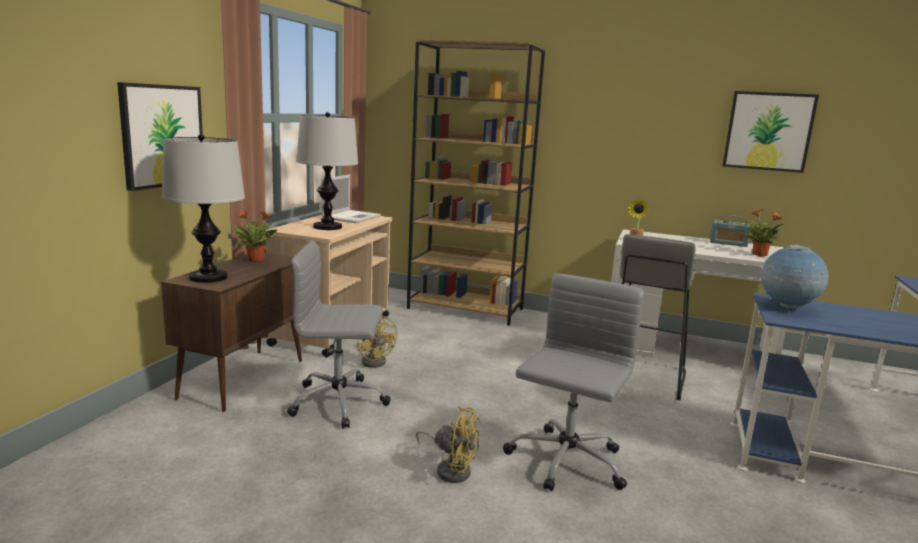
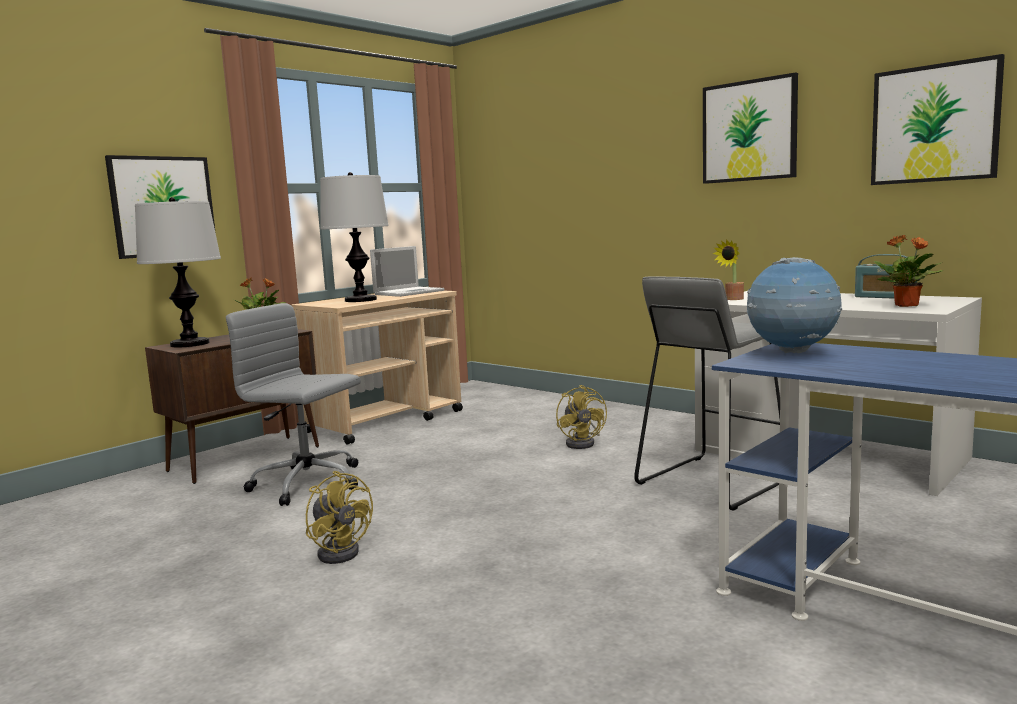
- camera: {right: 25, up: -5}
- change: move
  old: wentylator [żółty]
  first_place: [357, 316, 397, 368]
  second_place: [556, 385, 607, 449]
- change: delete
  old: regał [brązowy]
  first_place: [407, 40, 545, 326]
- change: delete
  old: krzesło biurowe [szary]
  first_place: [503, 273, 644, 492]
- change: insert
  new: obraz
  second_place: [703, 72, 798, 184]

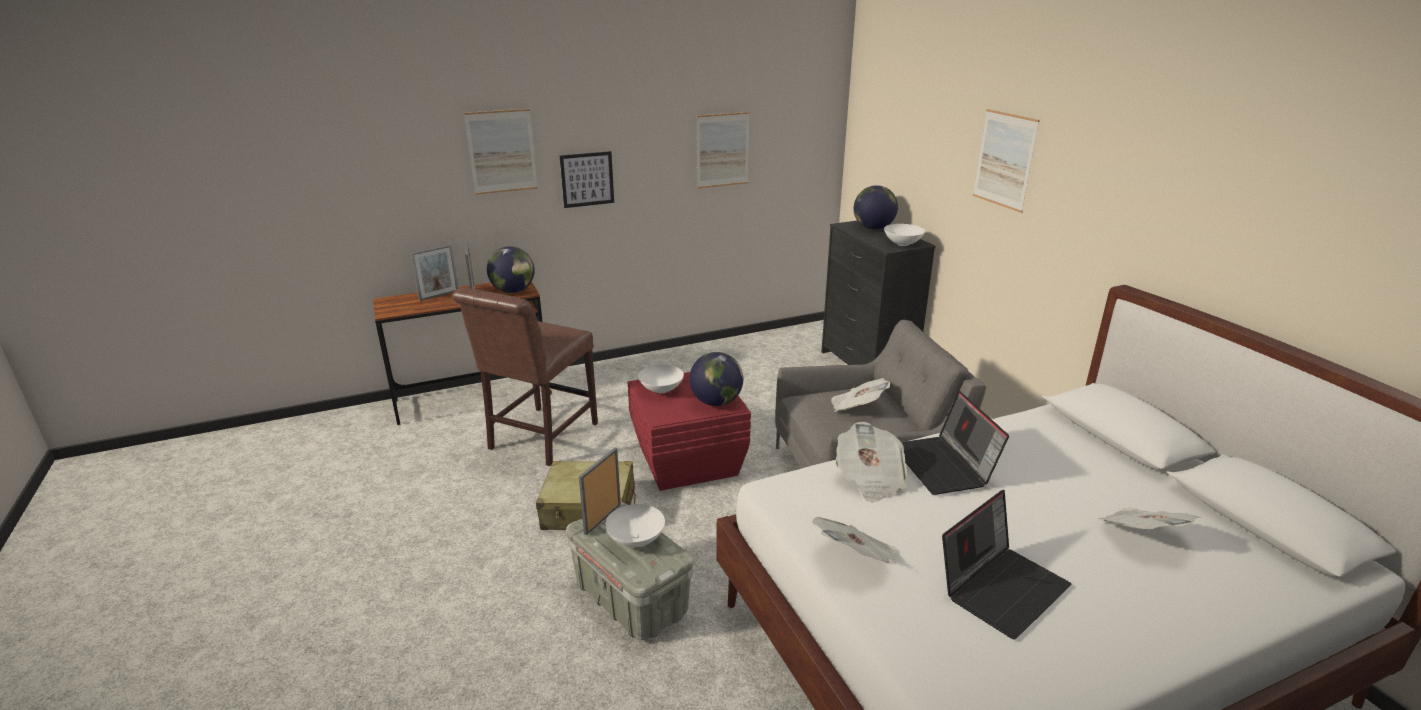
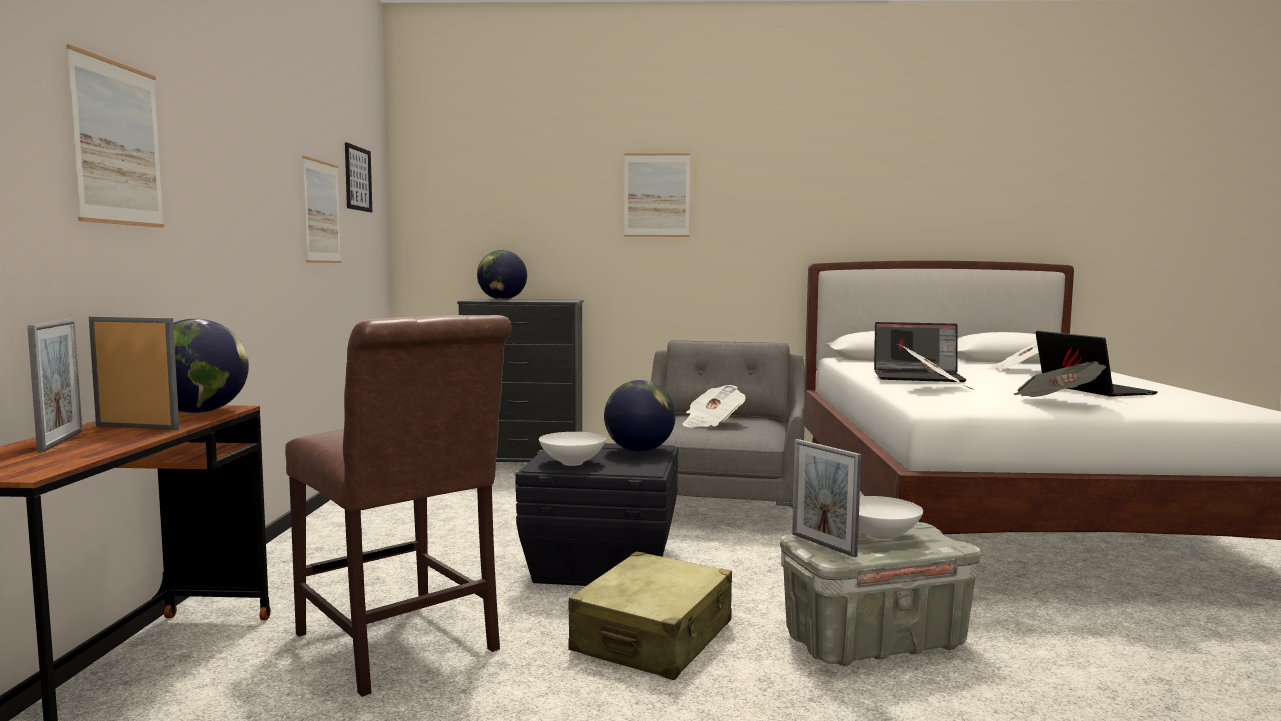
- camera: {right: -65, up: -20}
- change: move
  old: obraz
  first_place: [560, 151, 614, 208]
  second_place: [345, 142, 372, 212]
- change: recolor
  old: pojemnik do przechowywania [czerwony]
  new: pojemnik do przechowywania [czarny]
  first_place: [628, 372, 751, 491]
  second_place: [514, 443, 678, 586]
- change: delete
  old: miska [biały]
  first_place: [884, 224, 925, 246]

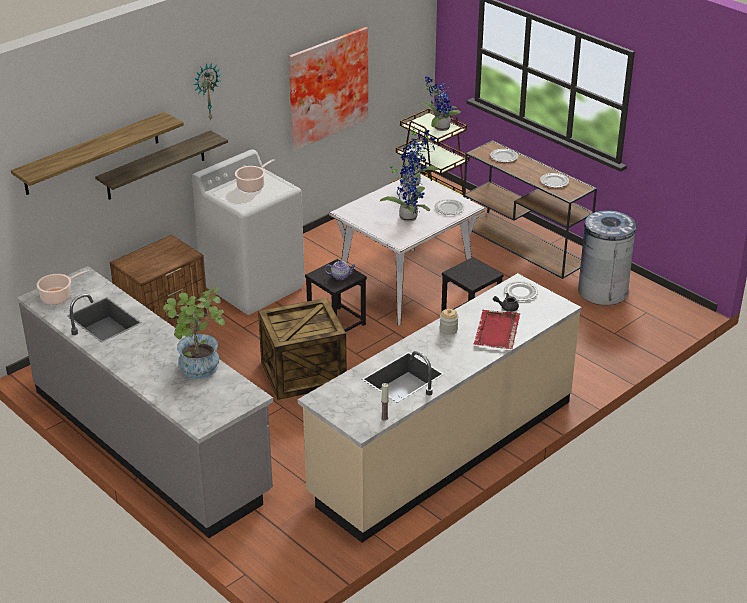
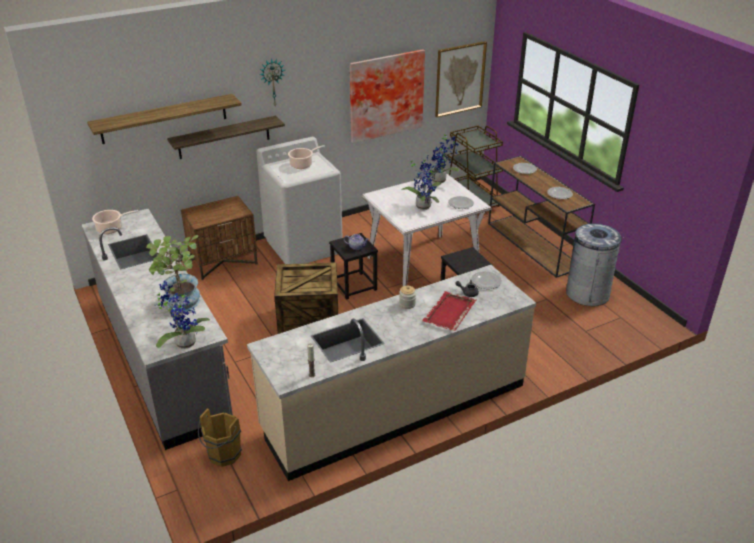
- camera: {right: 15, up: 0}
- change: move
  old: roślina doniczkowa
  first_place: [422, 76, 461, 131]
  second_place: [154, 280, 210, 349]
- change: insert
  new: wiadro [brązowy]
  second_place: [198, 408, 242, 467]
- change: insert
  new: obraz
  second_place: [435, 41, 487, 117]

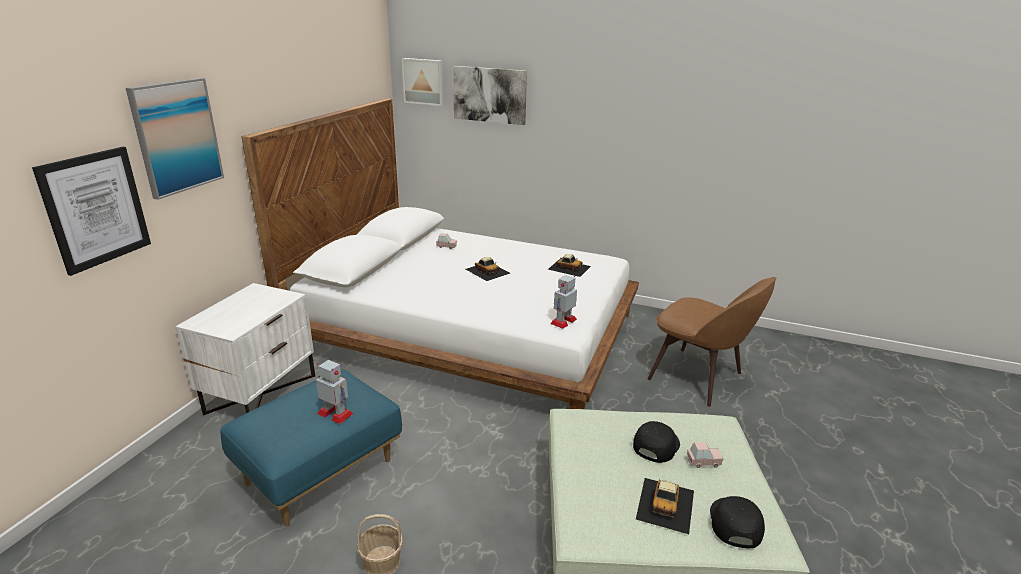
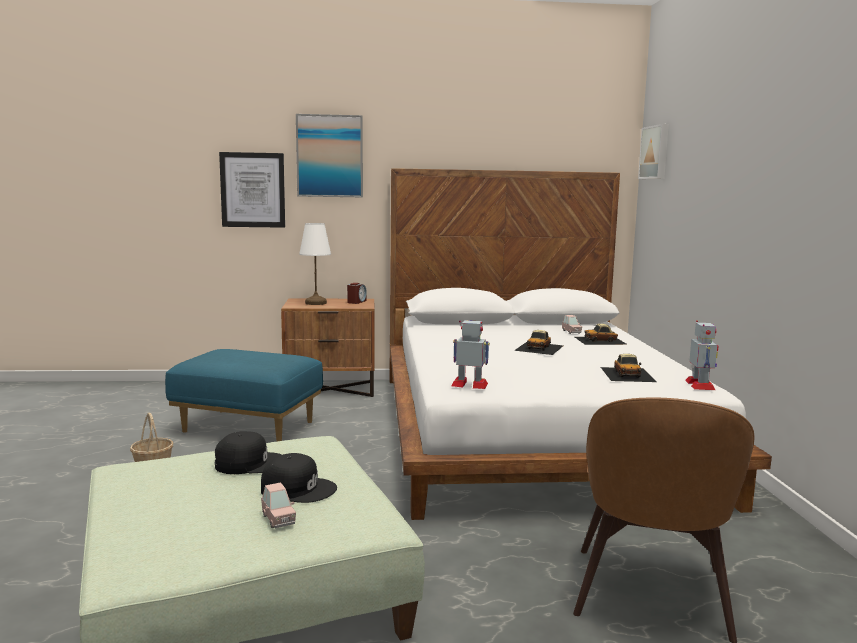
- camera: {right: 65, up: -15}
- change: recolor
  old: szafka nocna [biały]
  new: szafka nocna [brązowy]
  first_place: [175, 283, 315, 415]
  second_place: [281, 298, 375, 397]
- change: move
  old: robot zabawkowy
  first_place: [316, 360, 353, 424]
  second_place: [685, 320, 718, 390]
- change: delete
  old: obraz
  first_place: [453, 66, 527, 125]
- change: move
  old: samochodzik
  first_place: [636, 478, 694, 534]
  second_place: [575, 324, 628, 345]
- change: move
  old: czapka z daszkiem [czarny]
  first_place: [710, 496, 765, 548]
  second_place: [215, 431, 282, 474]
- change: insert
  new: lampa stołowa [biały]
  second_place: [299, 223, 331, 305]
- change: insert
  new: budzik
  second_place: [347, 283, 367, 304]

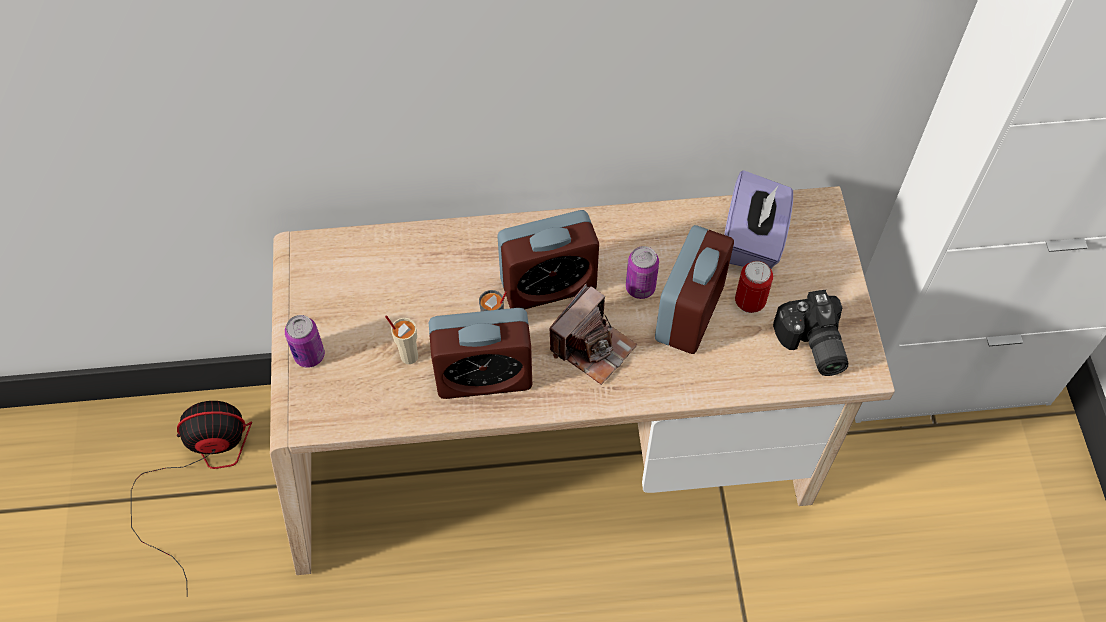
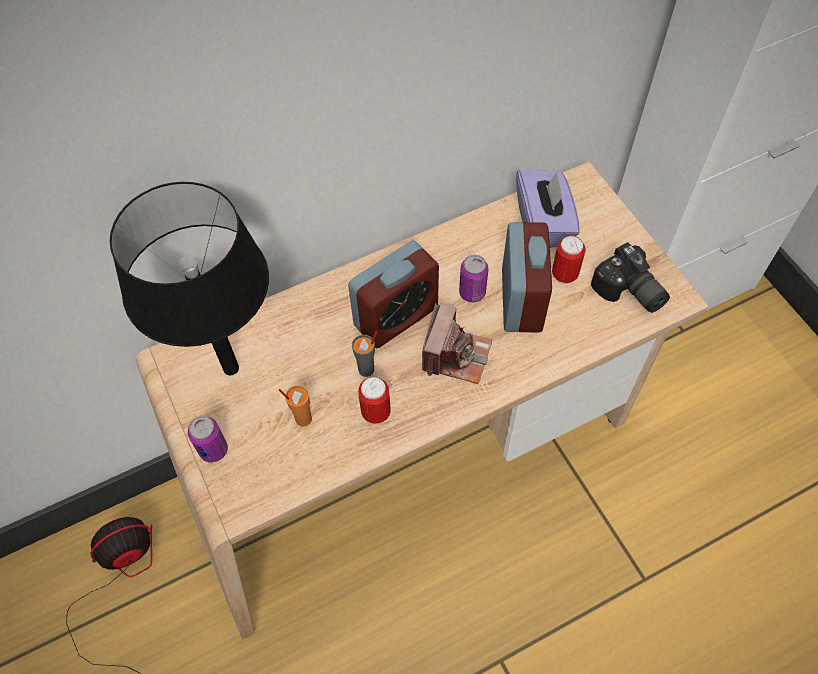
- camera: {right: -20, up: 0}
- change: recolor
  old: filiżanka [beżowy]
  new: filiżanka [pomarańczowy]
  first_place: [385, 315, 418, 364]
  second_place: [279, 385, 312, 427]
- change: replace
  old: budzik
  new: puszka
  first_place: [429, 308, 532, 399]
  second_place: [358, 377, 391, 424]
- change: insert
  new: lampa stołowa [czarny]
  second_place: [110, 182, 269, 375]

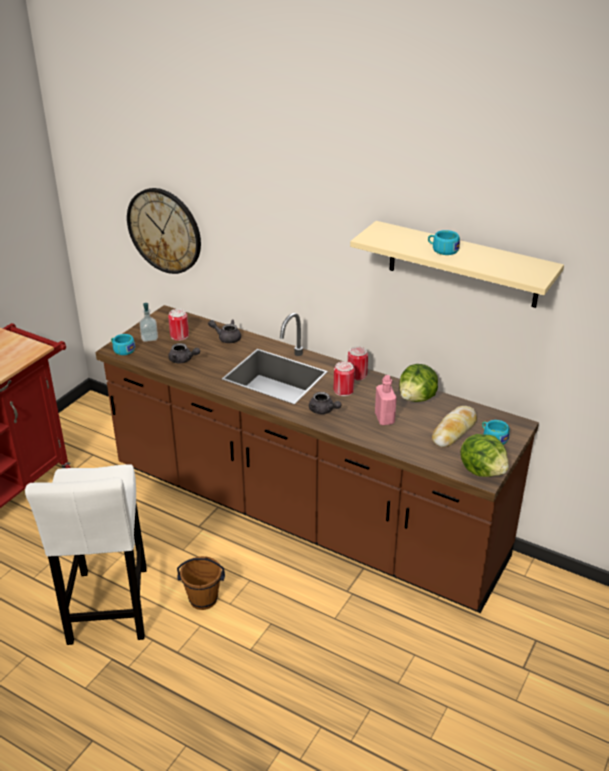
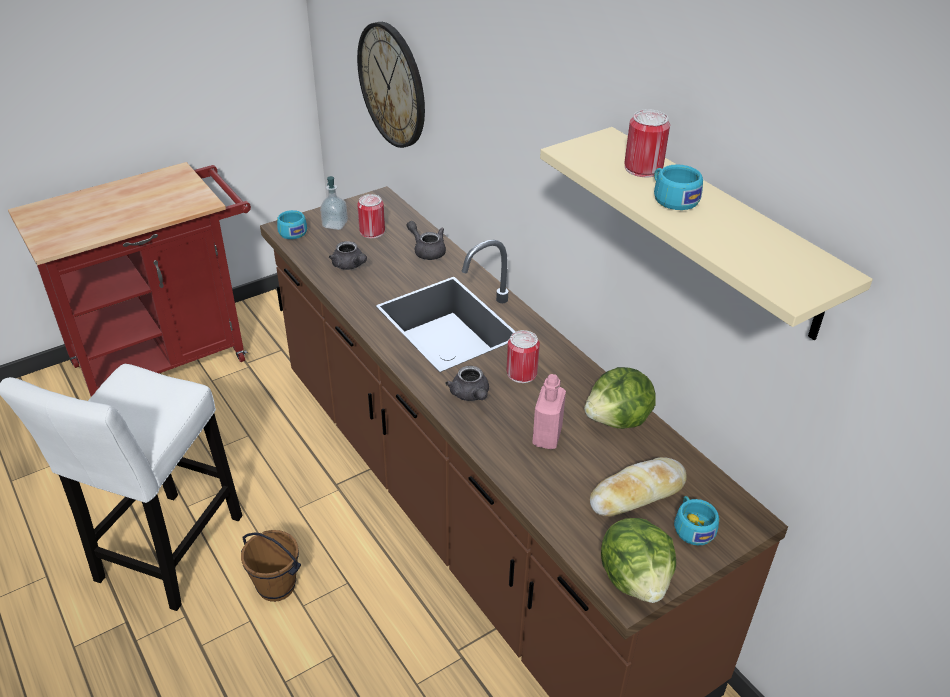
- camera: {right: 25, up: 5}
- change: move
  old: puszka
  first_place: [348, 346, 368, 380]
  second_place: [624, 109, 670, 177]

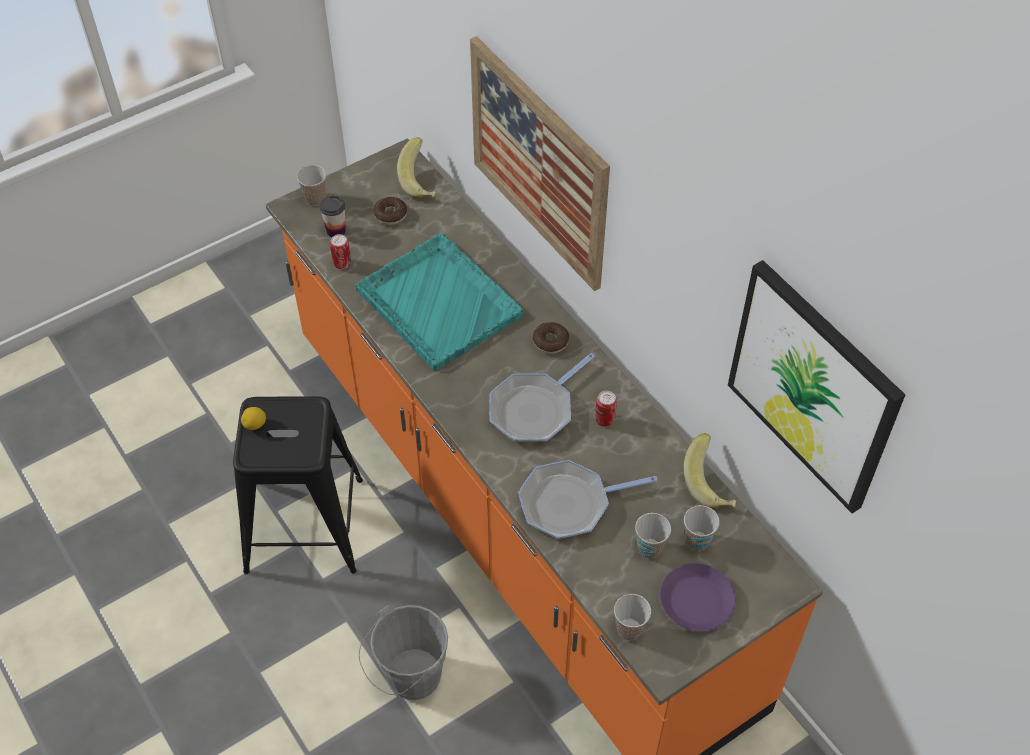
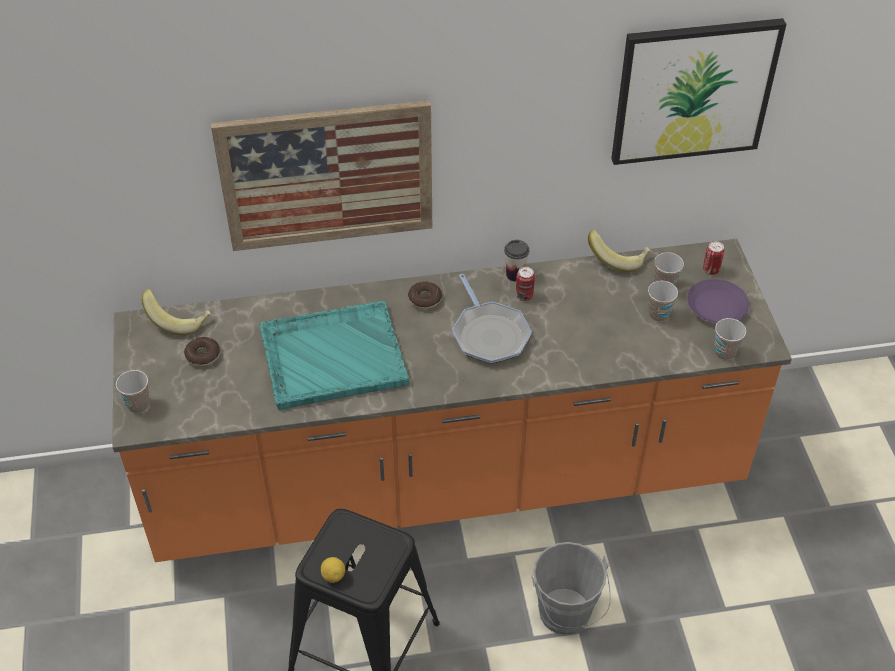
- camera: {right: -65, up: -5}
- change: move
  old: filiżanka
  first_place: [319, 195, 346, 238]
  second_place: [504, 240, 529, 282]
- change: move
  old: puszka
  first_place: [330, 234, 351, 269]
  second_place: [703, 241, 725, 275]
- change: delete
  old: patelnia
  first_place: [518, 460, 657, 539]

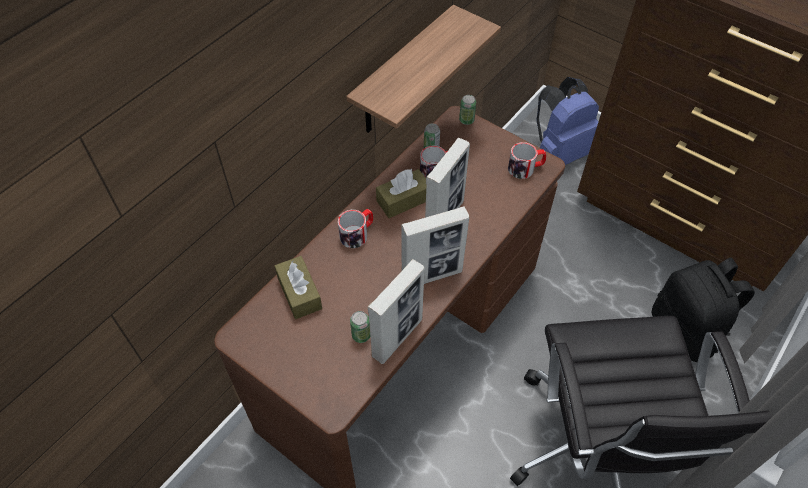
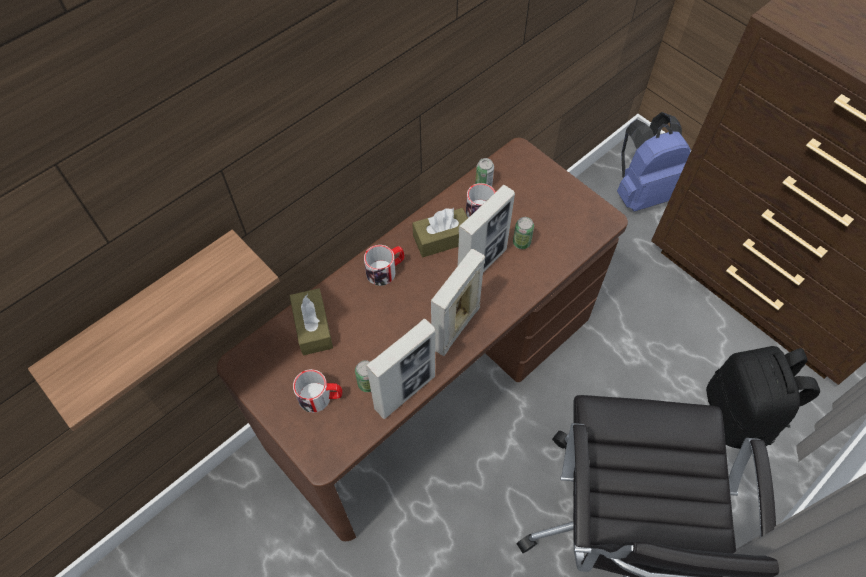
- camera: {right: 10, up: 5}
- change: move
  old: półka
  first_place: [346, 5, 501, 133]
  second_place: [28, 230, 279, 431]
- change: rotate
  old: ramka na zdjęcie
  first_place: [401, 206, 469, 284]
  second_place: [431, 249, 485, 356]
  degrees: 135
- change: move
  old: puszka
  first_place: [459, 95, 476, 125]
  second_place: [513, 217, 534, 249]
- change: move
  old: kubek
  first_place: [508, 142, 546, 179]
  second_place: [293, 369, 342, 413]

